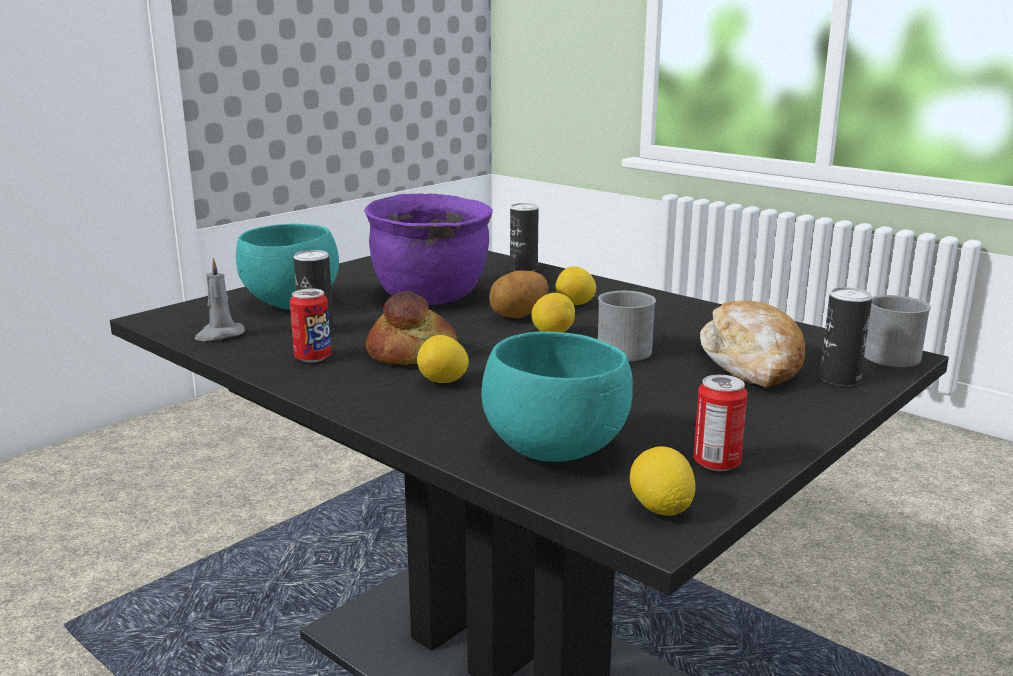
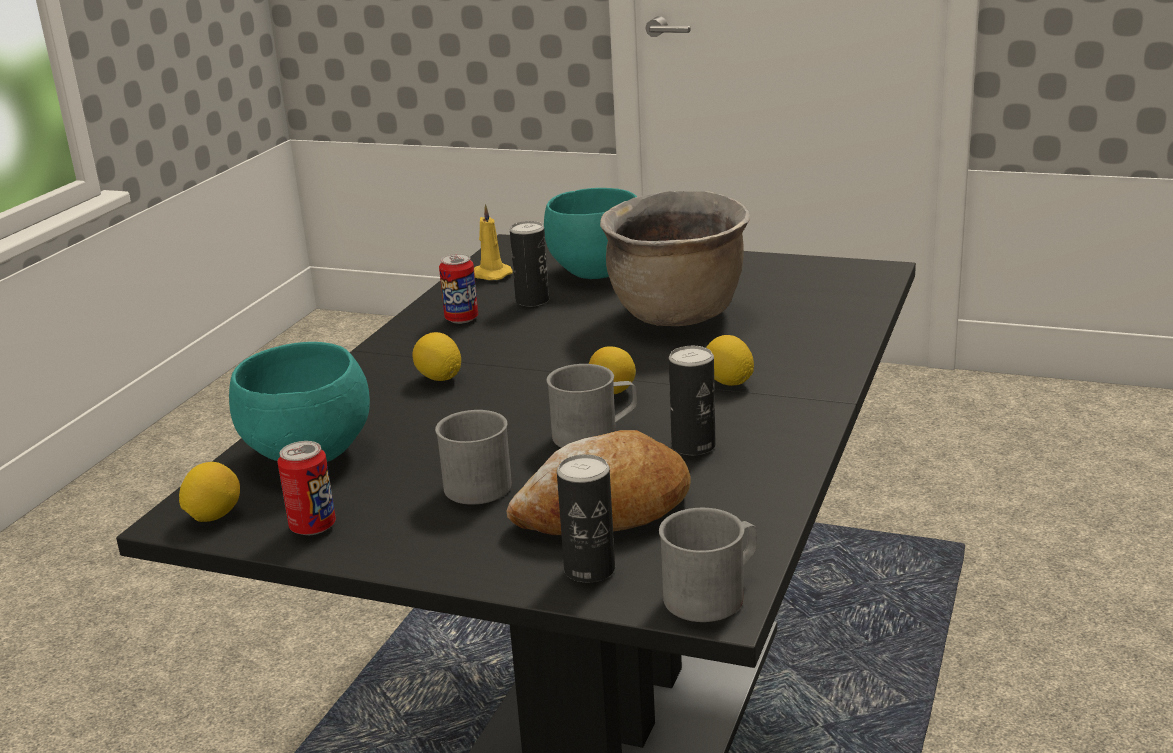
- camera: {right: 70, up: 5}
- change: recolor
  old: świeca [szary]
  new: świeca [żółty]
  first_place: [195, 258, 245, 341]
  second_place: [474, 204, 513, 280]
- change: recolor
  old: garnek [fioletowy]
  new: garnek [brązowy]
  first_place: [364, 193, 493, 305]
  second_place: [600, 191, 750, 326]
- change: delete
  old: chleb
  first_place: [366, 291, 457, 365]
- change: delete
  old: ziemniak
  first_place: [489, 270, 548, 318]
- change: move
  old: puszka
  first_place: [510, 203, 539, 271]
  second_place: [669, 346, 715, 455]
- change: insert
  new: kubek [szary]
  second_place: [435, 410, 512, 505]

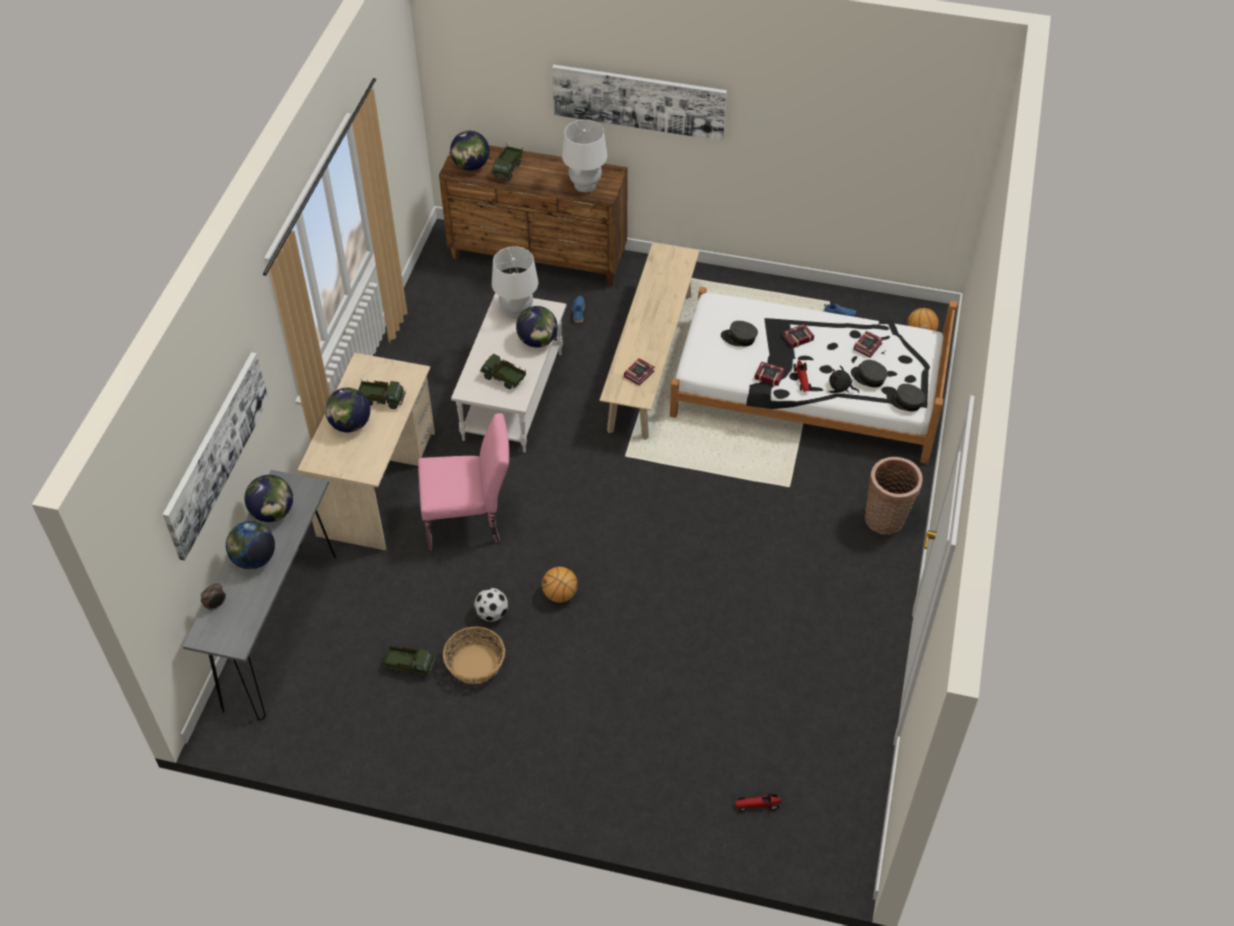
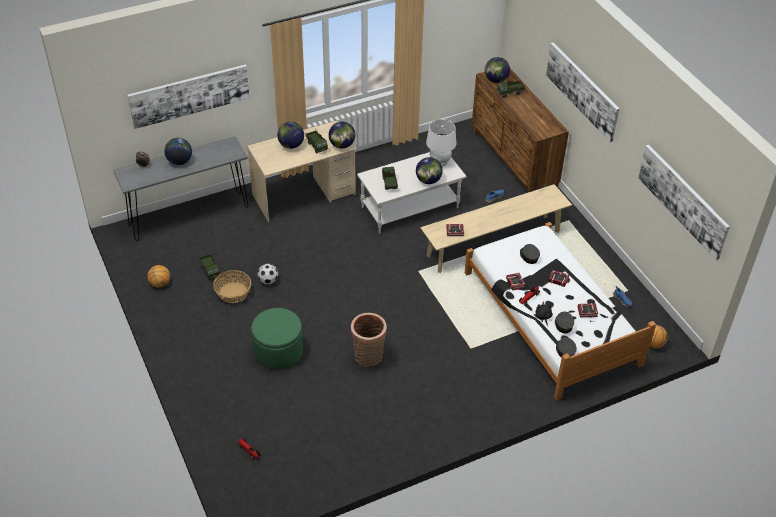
- camera: {right: 50, up: -5}
- change: move
  old: globus
  first_place: [244, 475, 293, 522]
  second_place: [329, 121, 355, 148]
- change: delete
  old: krzesło [różowy]
  first_place: [418, 413, 509, 551]
- change: move
  old: piłka do koszykówki
  first_place: [542, 567, 578, 603]
  second_place: [147, 265, 170, 287]
- change: delete
  old: lampa stołowa [biały]
  first_place: [562, 119, 607, 192]
- change: move
  old: koszyk
  first_place: [865, 457, 923, 535]
  second_place: [351, 313, 387, 366]
- change: insert
  new: pufa [zielony]
  second_place: [251, 308, 303, 370]
- change: insert
  new: obraz
  second_place: [638, 145, 730, 260]

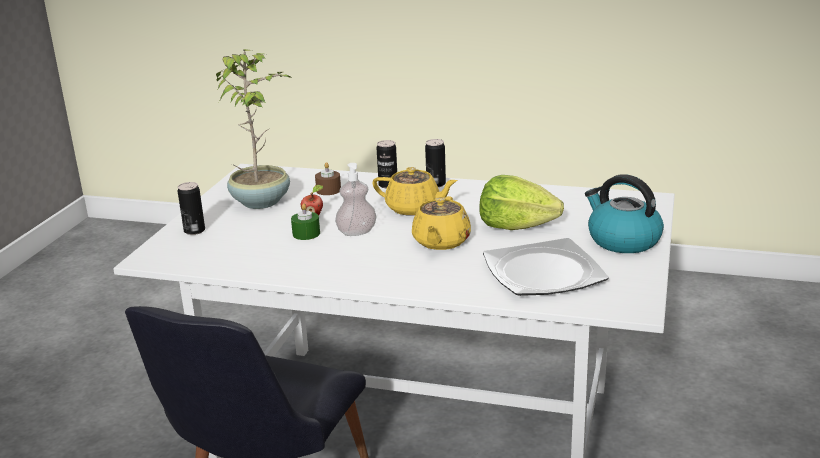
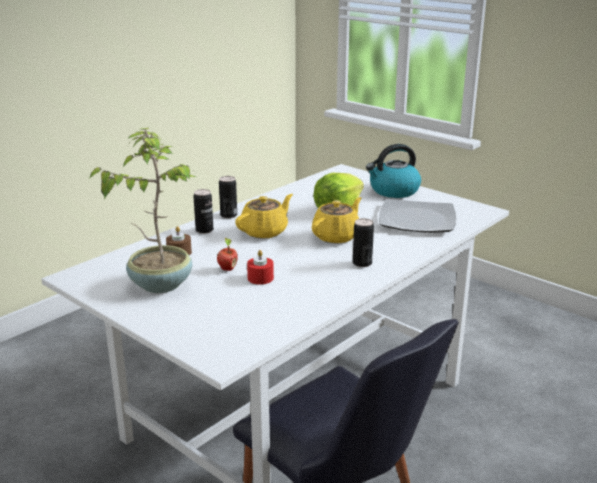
- camera: {right: -65, up: 0}
- change: move
  old: puszka
  first_place: [178, 182, 205, 235]
  second_place: [353, 218, 374, 267]
- change: recolor
  old: świeca [zielony]
  new: świeca [czerwony]
  first_place: [291, 203, 320, 240]
  second_place: [247, 250, 274, 284]
- change: delete
  old: dozownik mydła
  first_place: [335, 163, 377, 236]
- change: rotate
  old: imbryk [żółty]
  first_place: [412, 196, 471, 250]
  second_place: [312, 197, 362, 243]
  degrees: -90

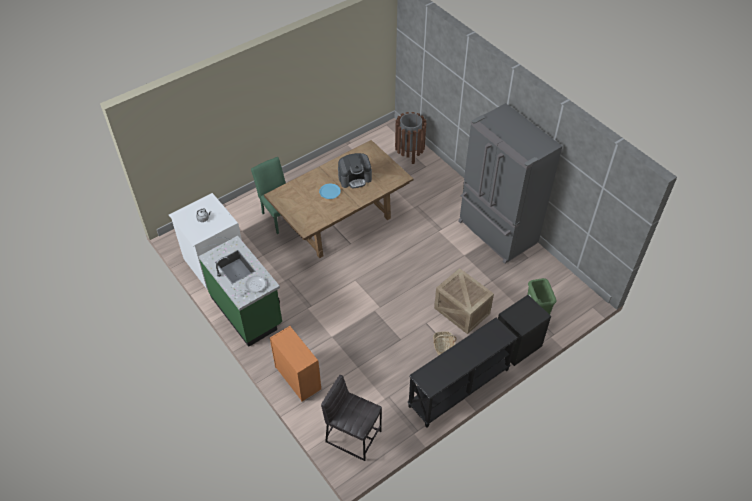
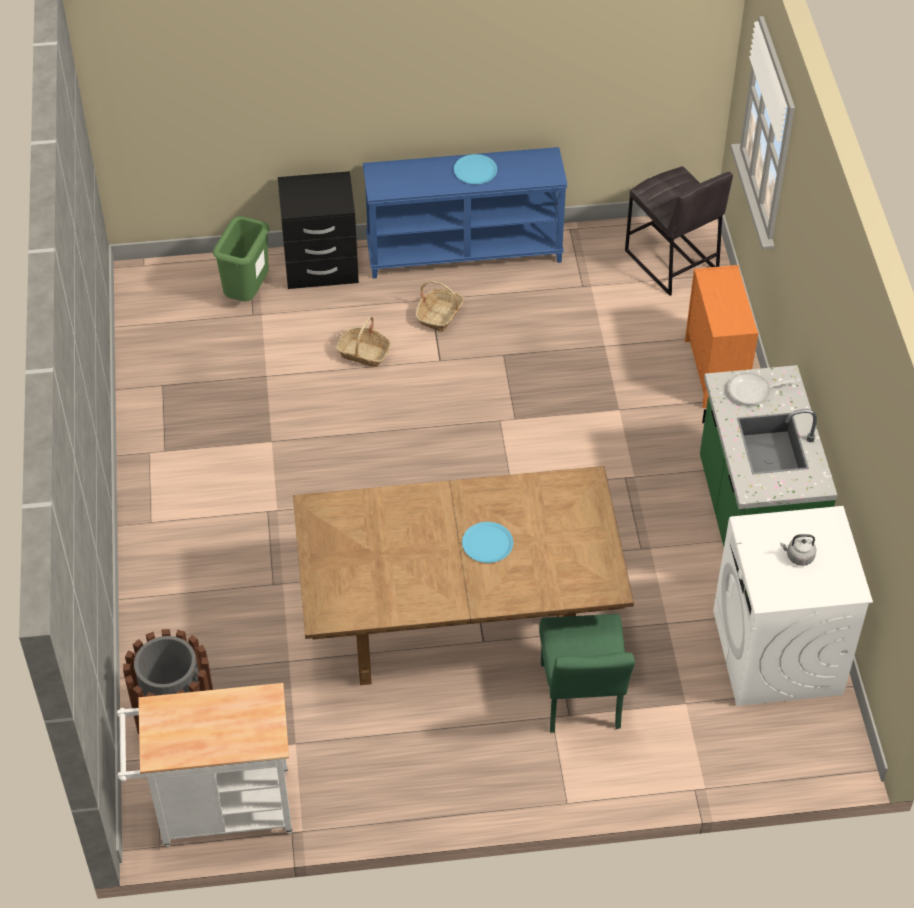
- camera: {right: -150, up: 0}
- change: delete
  old: ekspres do kawy
  first_place: [338, 153, 372, 188]
- change: recolor
  old: stolik konsolowy [czarny]
  new: stolik konsolowy [niebieski]
  first_place: [408, 317, 517, 428]
  second_place: [363, 147, 568, 279]
- change: replace
  old: skrzynka
  new: koszyk
  first_place: [434, 268, 494, 334]
  second_place: [337, 316, 391, 367]
- change: delete
  old: lodówka [szary]
  first_place: [458, 103, 562, 264]
- change: insert
  new: wózek [biały]
  second_place: [117, 683, 292, 847]
- change: insert
  new: talerz [niebieski]
  second_place: [454, 154, 497, 184]

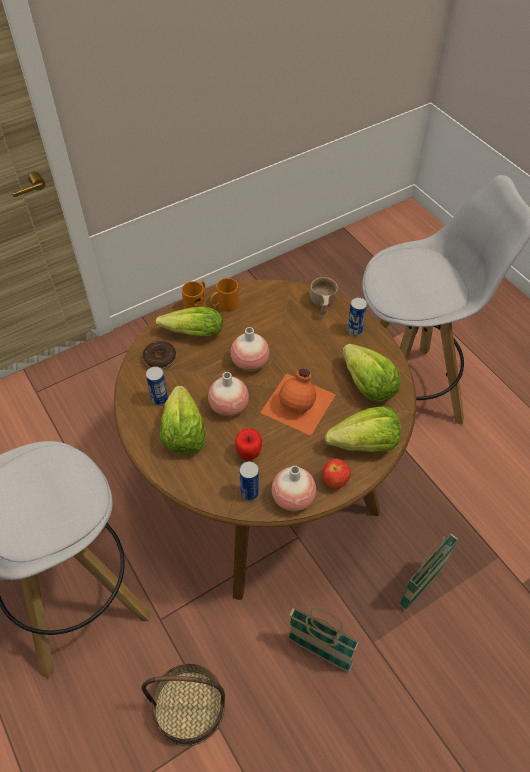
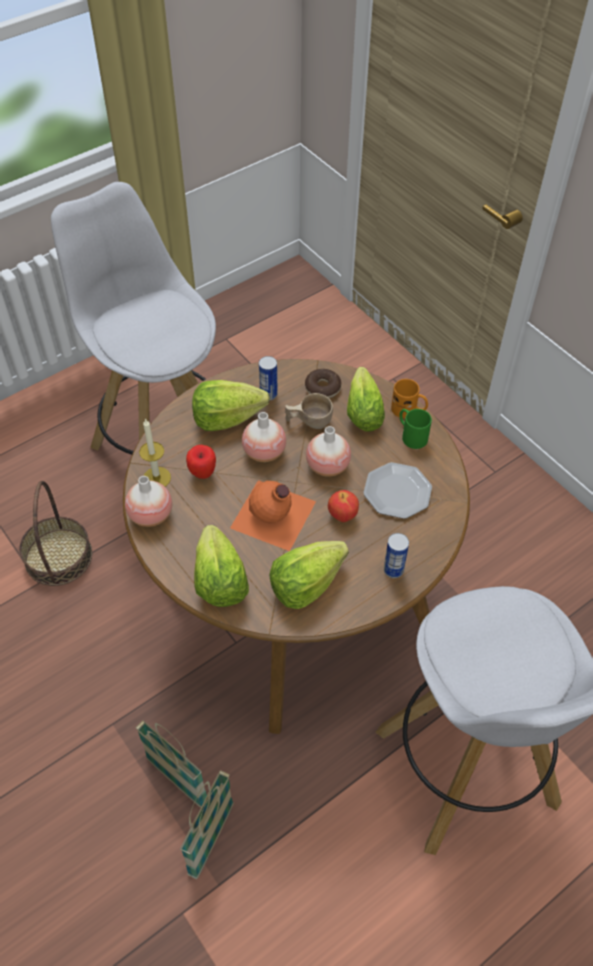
- camera: {right: 85, up: 0}
- change: recolor
  old: kubek [pomarańczowy]
  new: kubek [zielony]
  first_place: [210, 278, 239, 312]
  second_place: [400, 409, 432, 449]
- change: replace
  old: puszka
  new: świeca
  first_place: [239, 461, 259, 501]
  second_place: [139, 418, 171, 487]
- change: move
  old: koszyk
  first_place: [288, 607, 359, 672]
  second_place: [180, 770, 234, 879]
- change: move
  old: filiżanka [beżowy]
  first_place: [310, 277, 338, 319]
  second_place: [285, 393, 333, 429]
- change: move
  old: jabłko
  first_place: [322, 459, 351, 489]
  second_place: [328, 490, 359, 522]
- change: insert
  new: talerz
  second_place: [363, 462, 432, 519]

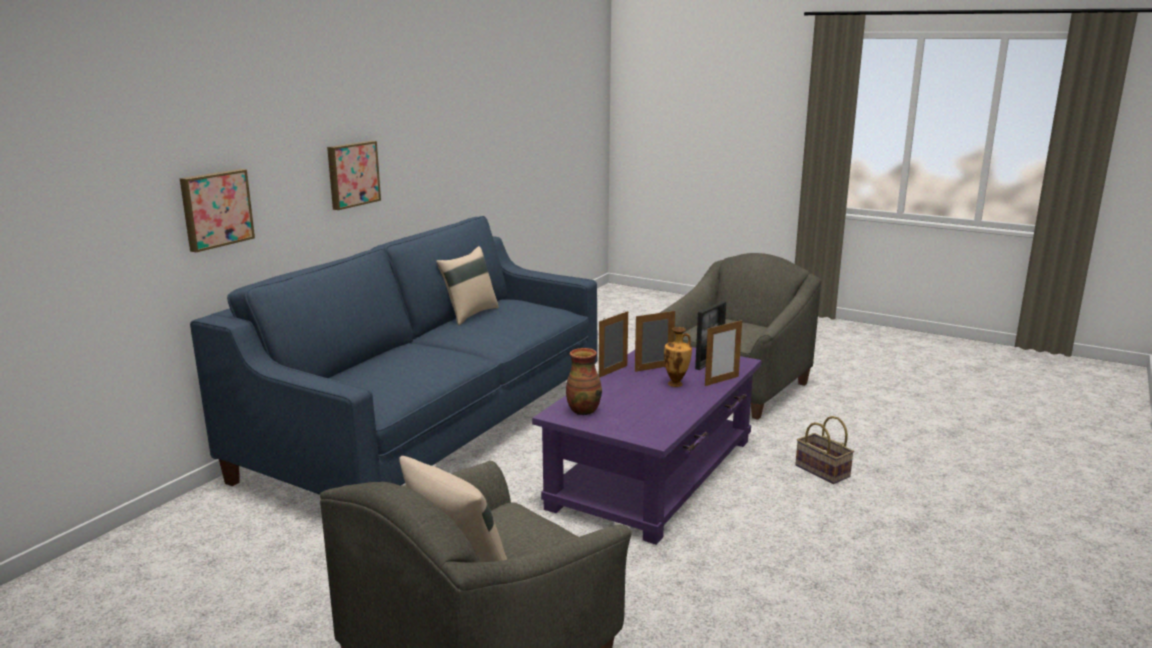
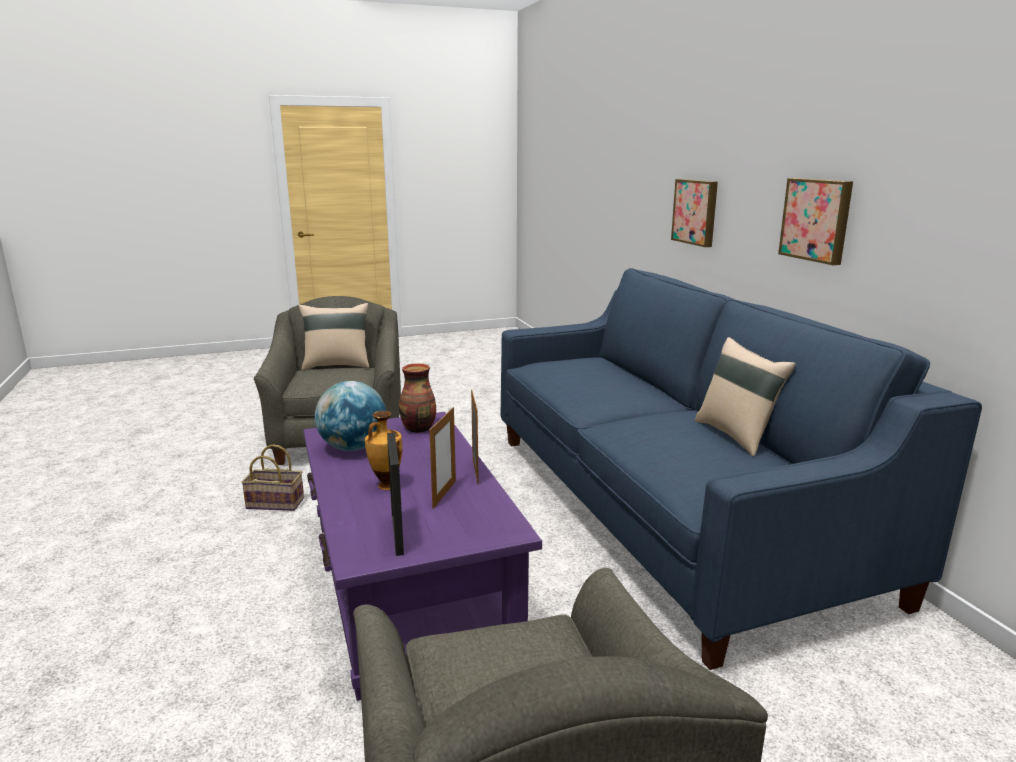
- camera: {right: 130, up: 0}
- change: delete
  old: ramka na zdjęcie
  first_place: [705, 320, 742, 386]
- change: move
  old: koszyk
  first_place: [795, 416, 854, 484]
  second_place: [241, 444, 304, 511]
- change: insert
  new: globus
  second_place: [315, 381, 386, 451]

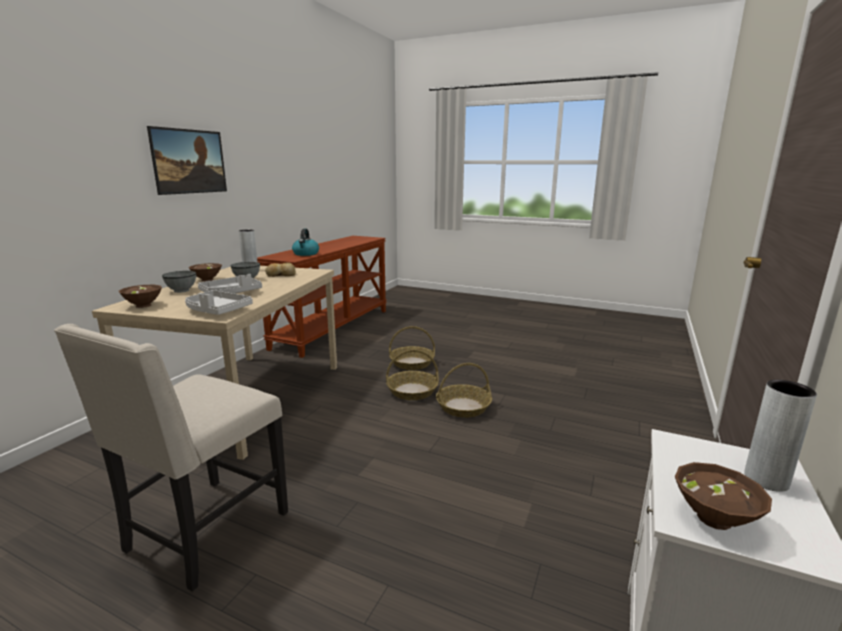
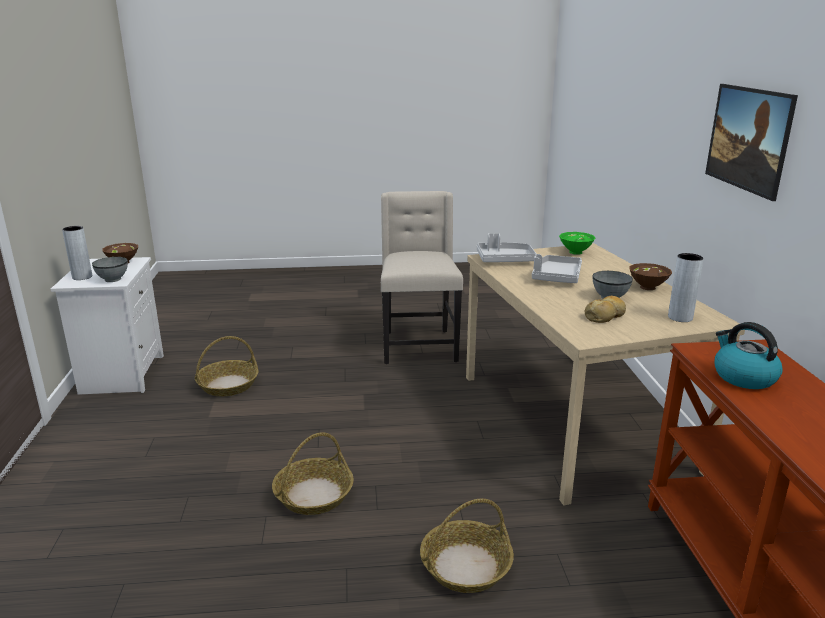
- camera: {right: 150, up: 5}
- change: recolor
  old: miska [brązowy]
  new: miska [zielony]
  first_place: [119, 285, 162, 308]
  second_place: [559, 232, 596, 255]
- change: move
  old: miska [szary]
  first_place: [162, 271, 196, 293]
  second_place: [92, 257, 128, 282]
- change: move
  old: koszyk
  first_place: [386, 350, 439, 400]
  second_place: [195, 336, 258, 396]

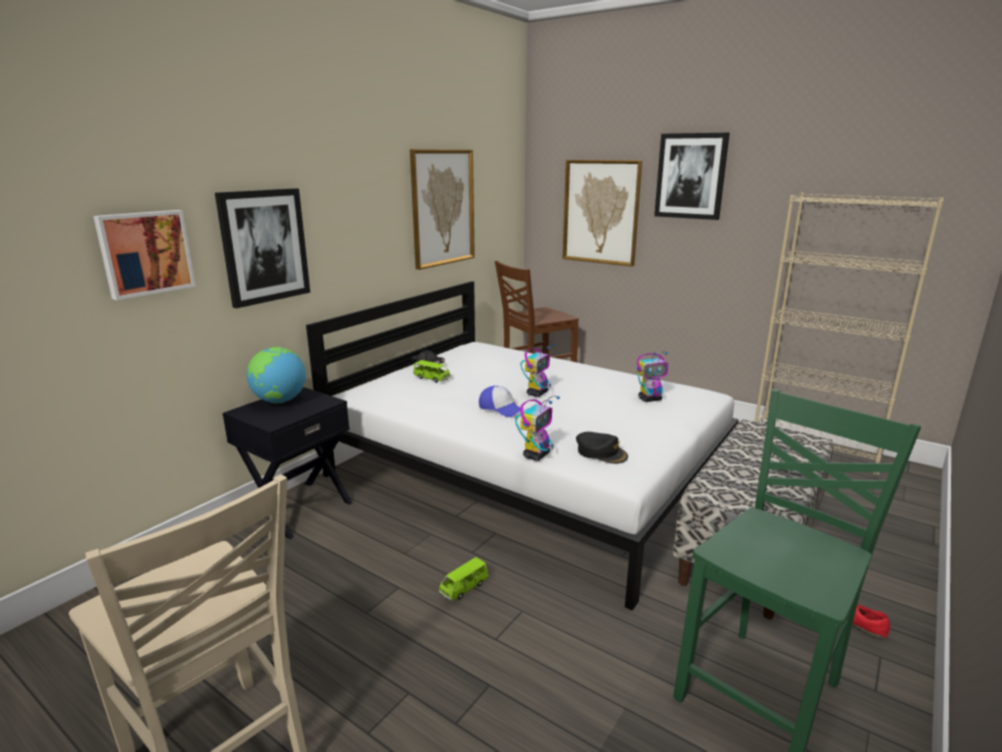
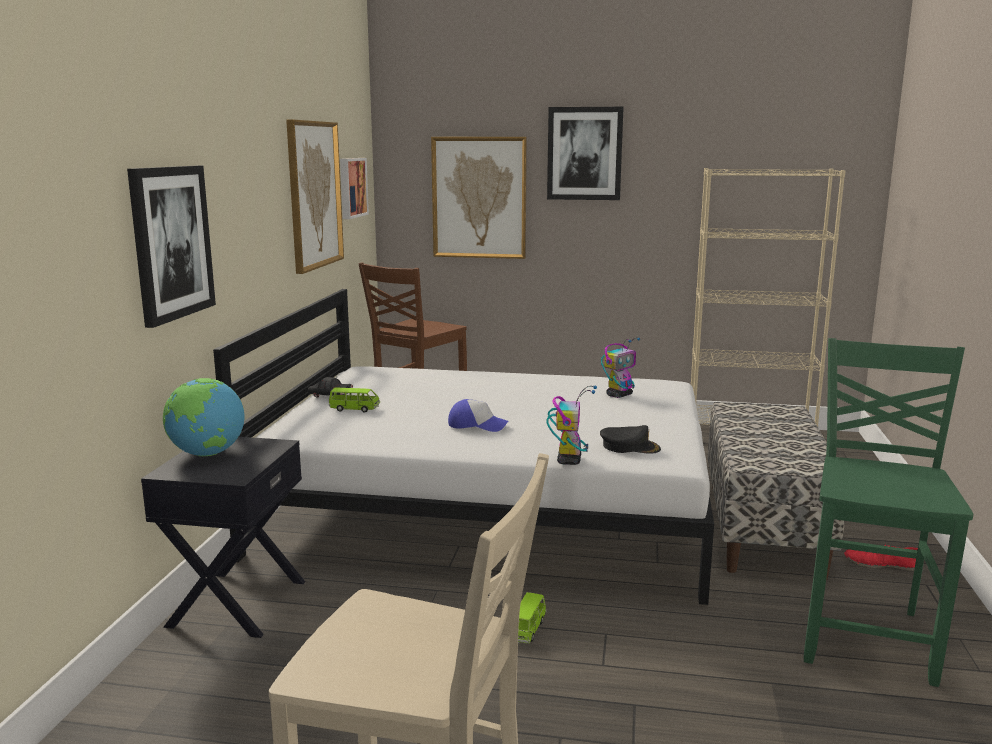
- camera: {right: -25, up: -5}
- change: move
  old: obraz
  first_place: [93, 210, 196, 300]
  second_place: [340, 158, 369, 219]
- change: delete
  old: robot zabawkowy
  first_place: [521, 344, 556, 397]

